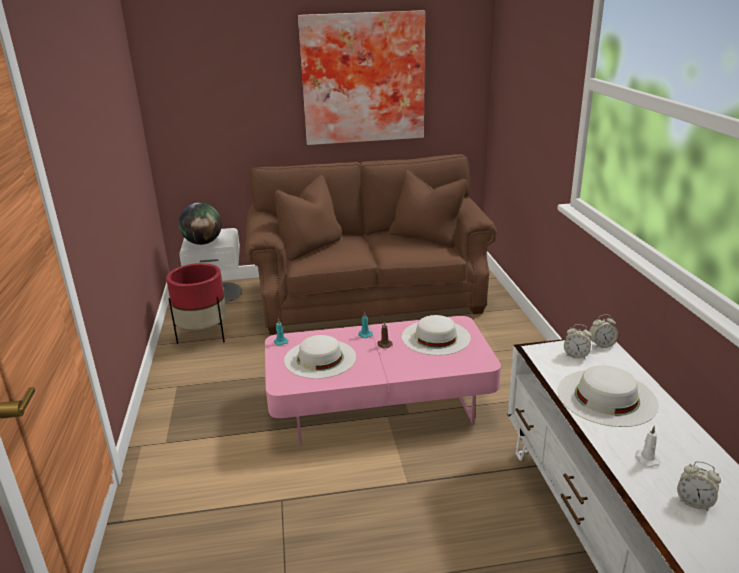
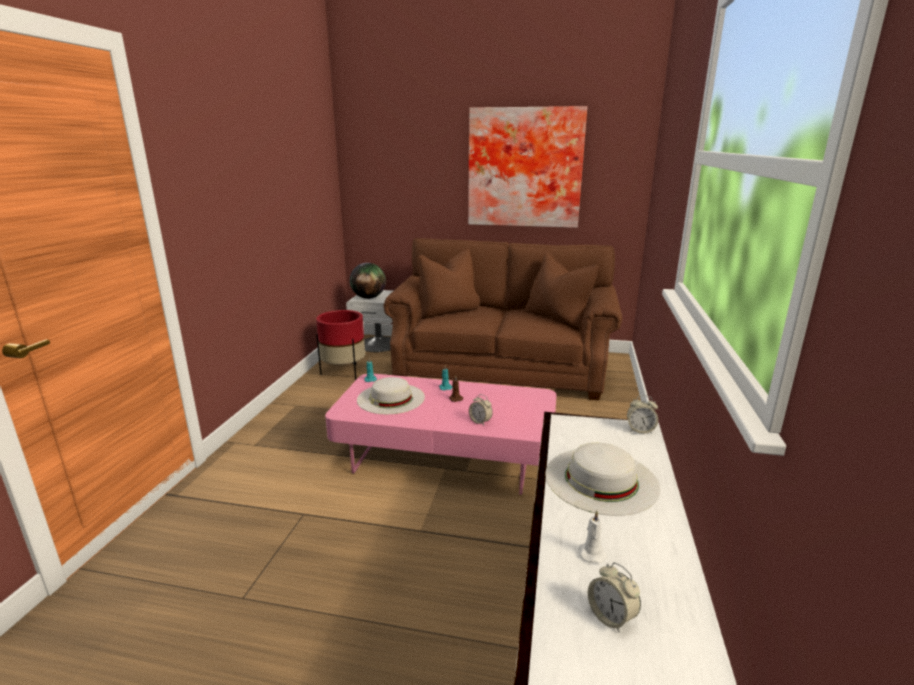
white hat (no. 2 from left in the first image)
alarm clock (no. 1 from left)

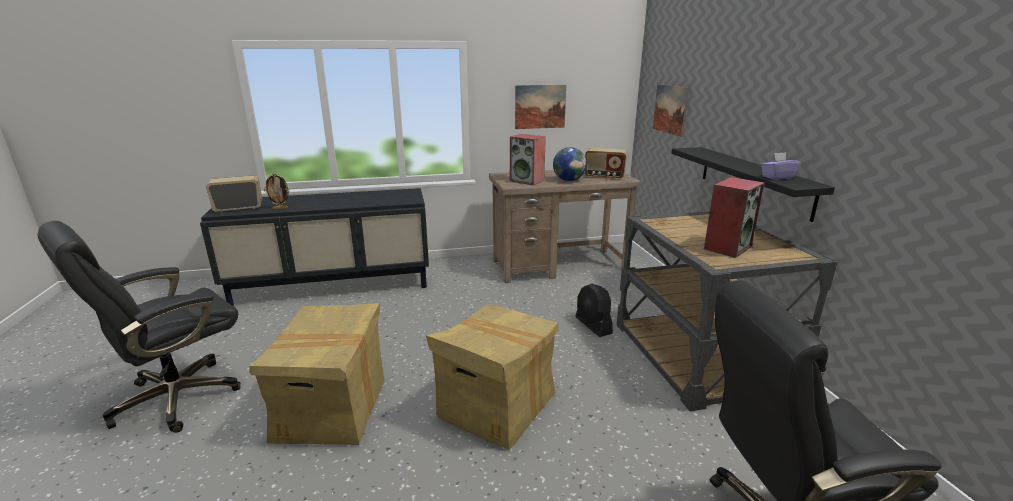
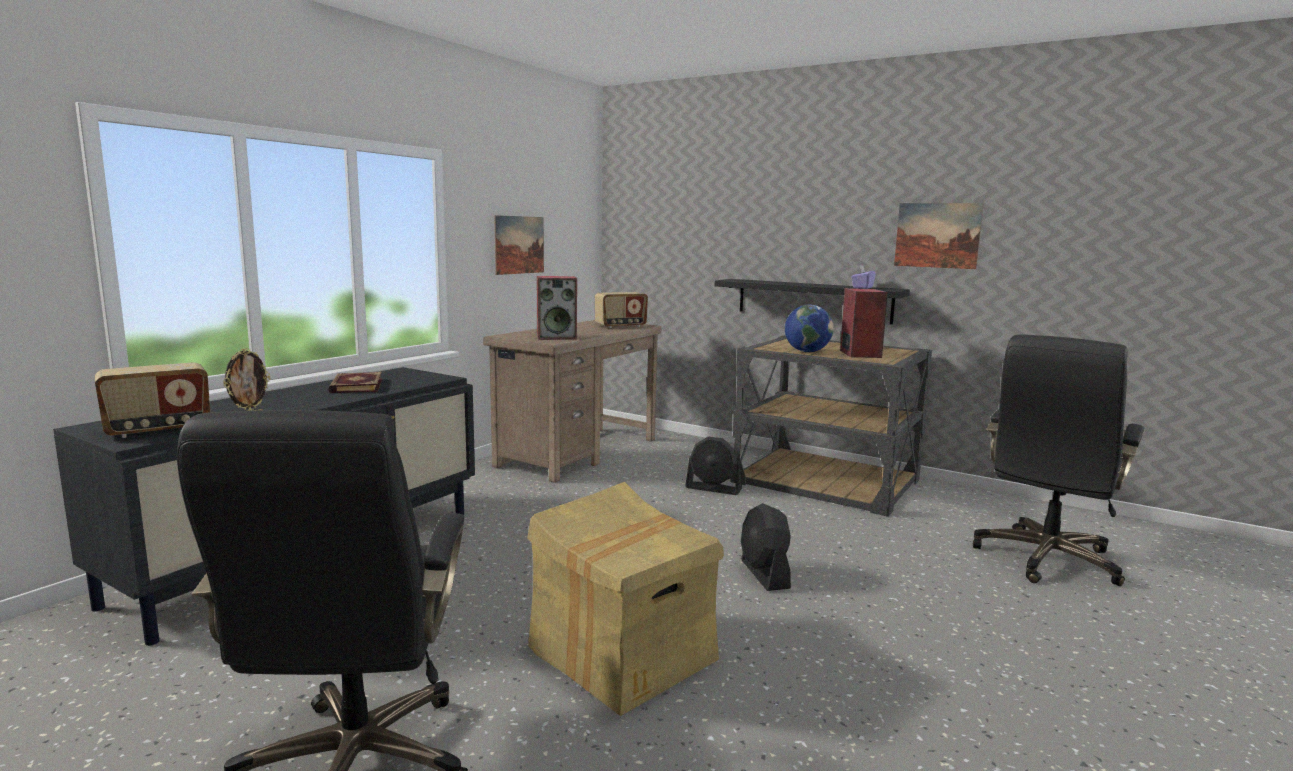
book
globe
picture (no. 2 from left)
black fan (no. 2 from left)
radio (no. 1 from left)

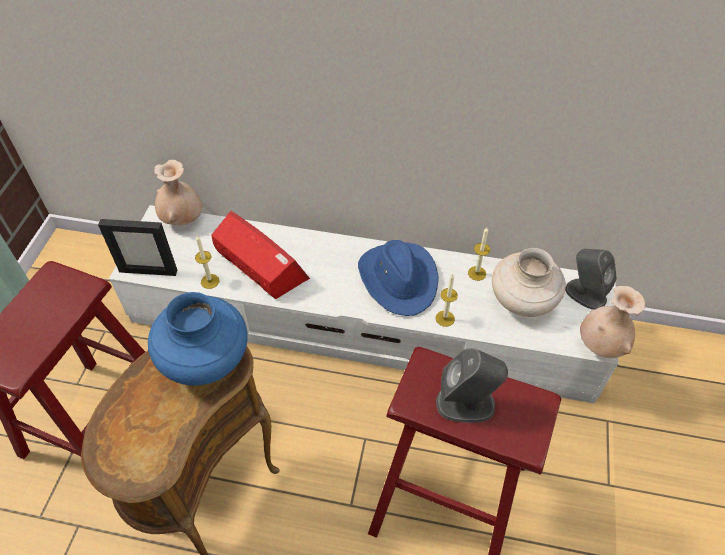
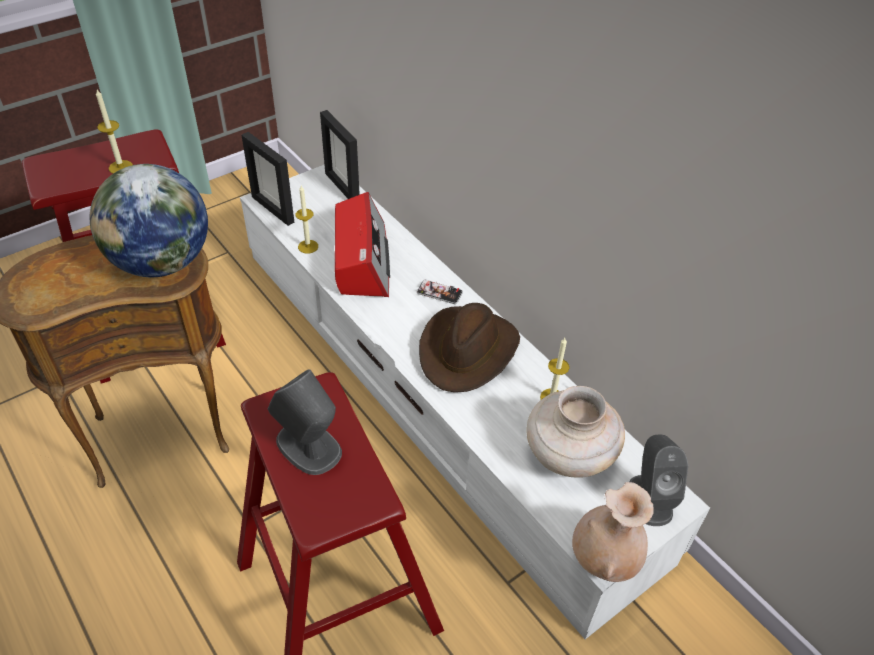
phone
candle (no. 1 from left)
globe
picture frame (no. 2 from left)
brown hat

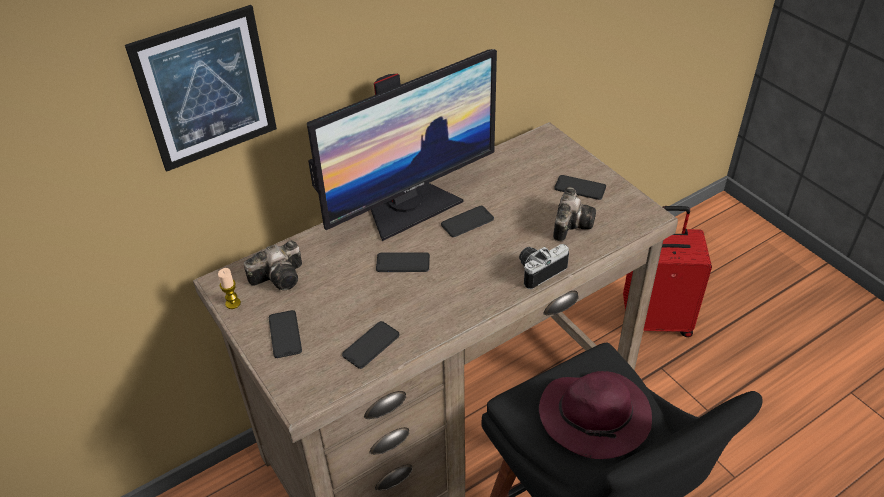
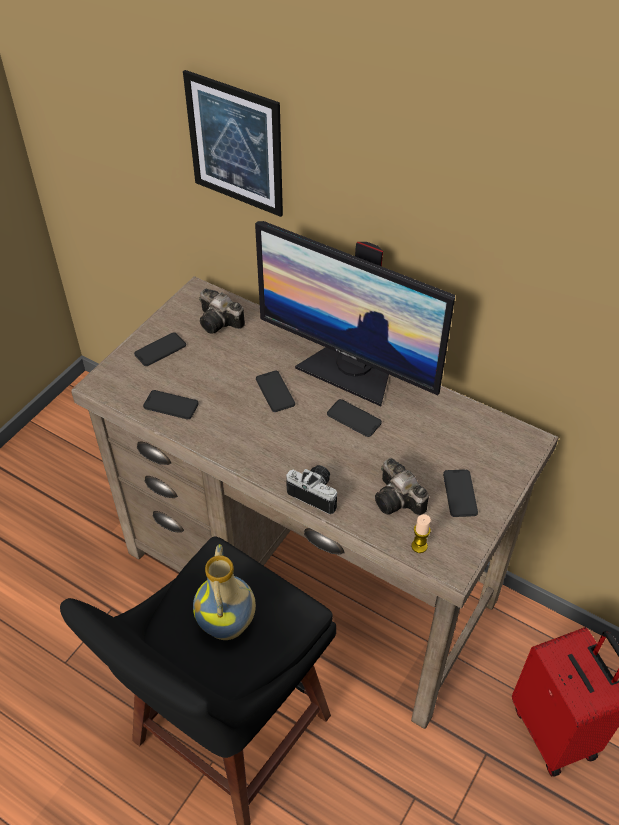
candle
vase
photo camera (no. 3 from left)

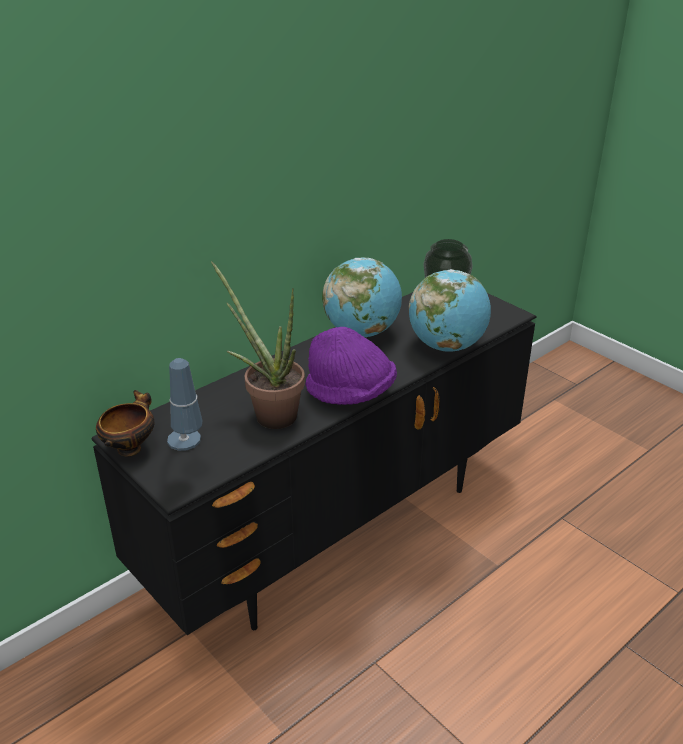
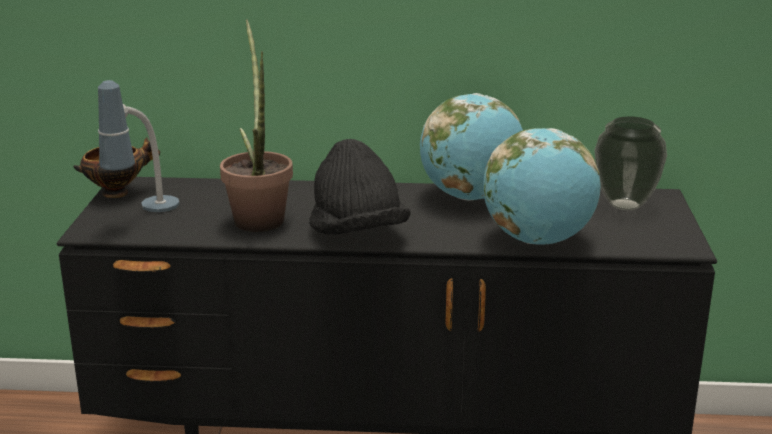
black hat

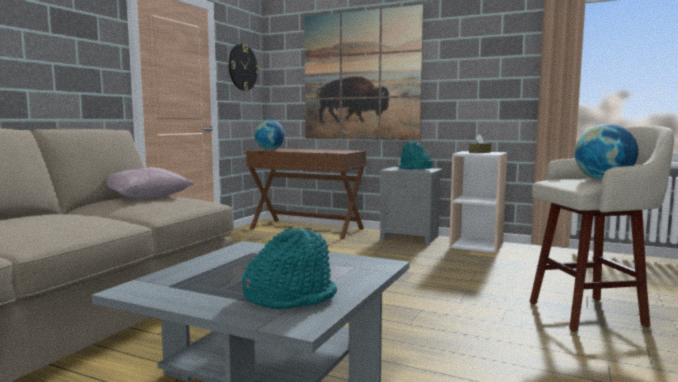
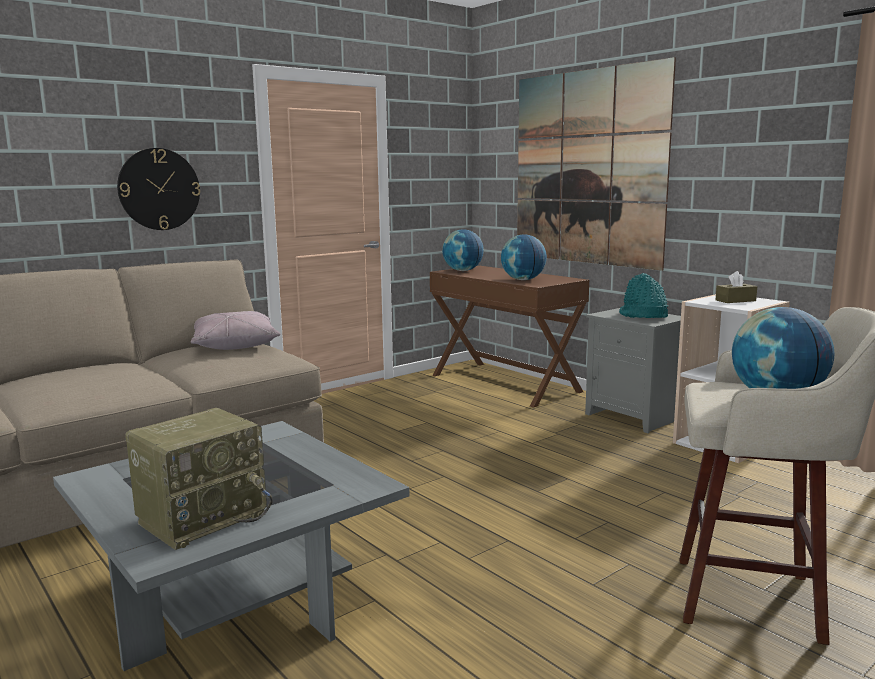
globe (no. 2 from left)
wall clock
radio

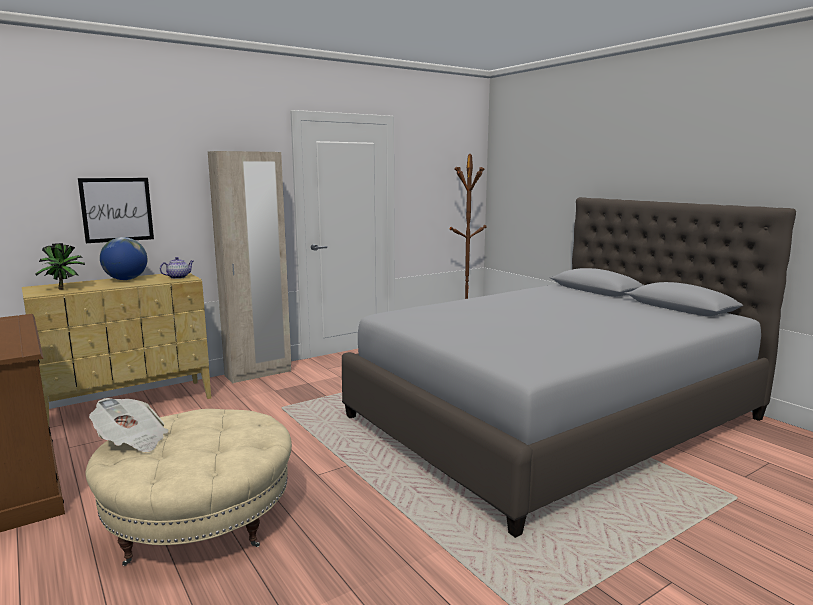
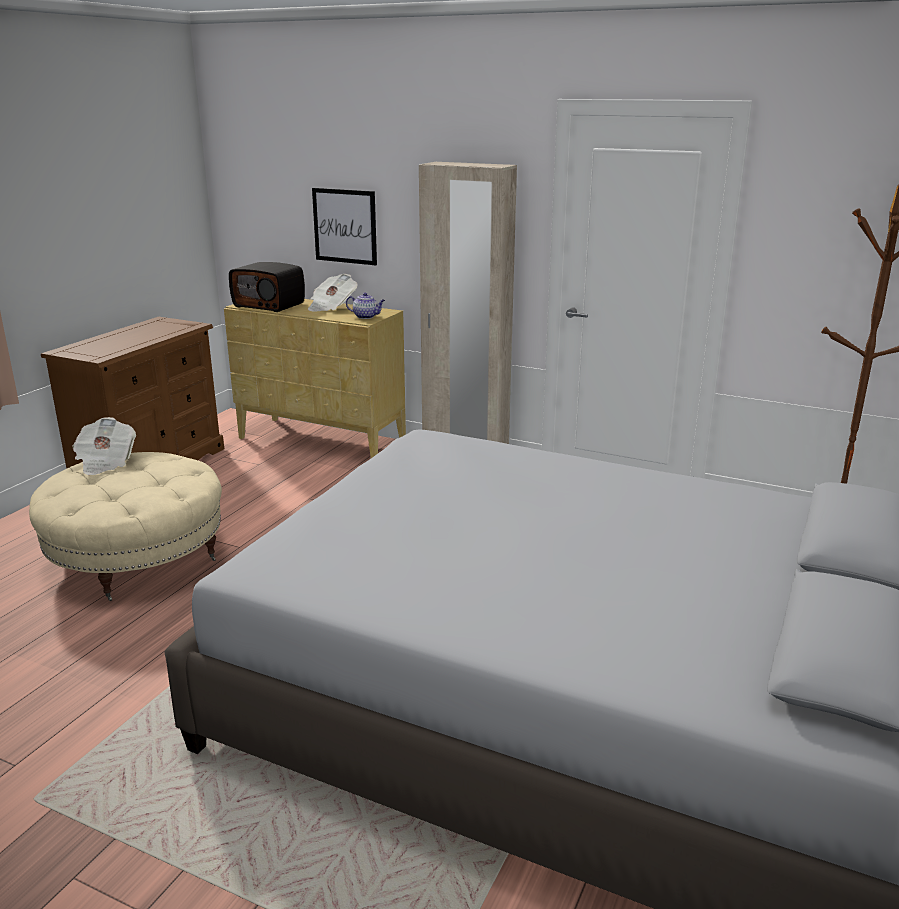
radio
newspaper (no. 2 from left)

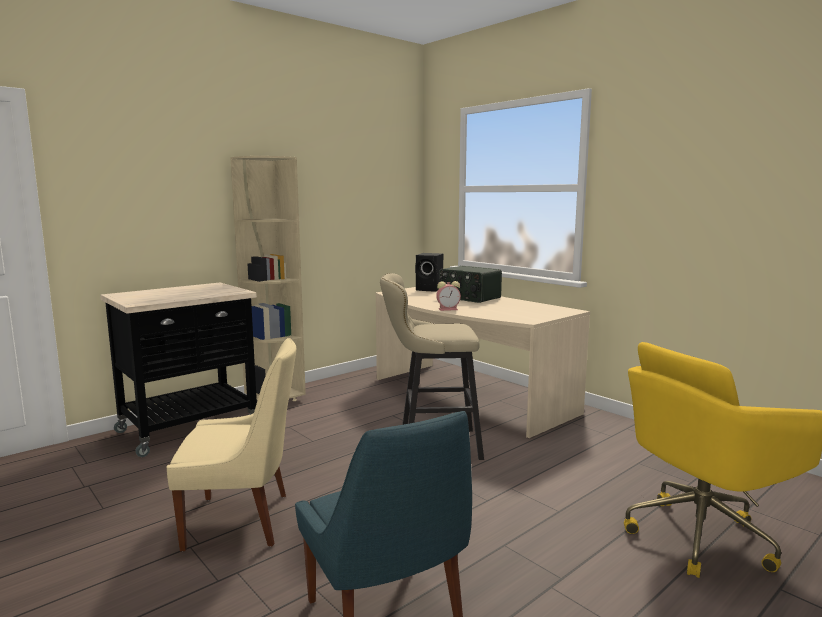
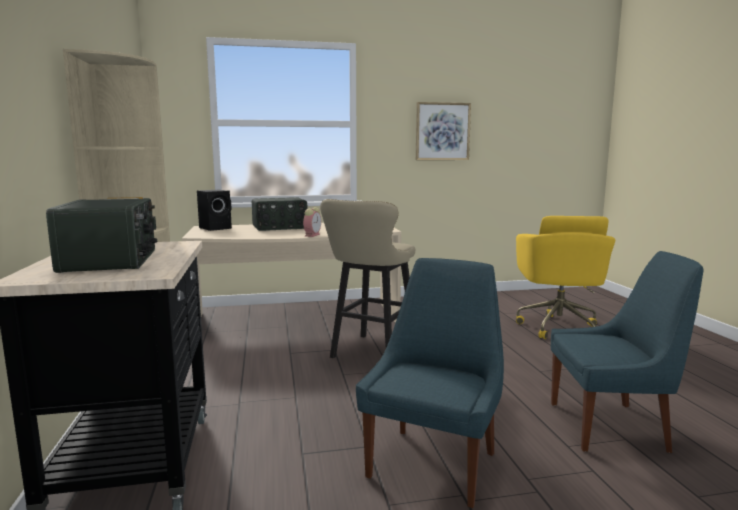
radio (no. 1 from left)
picture
blue chair (no. 1 from left)

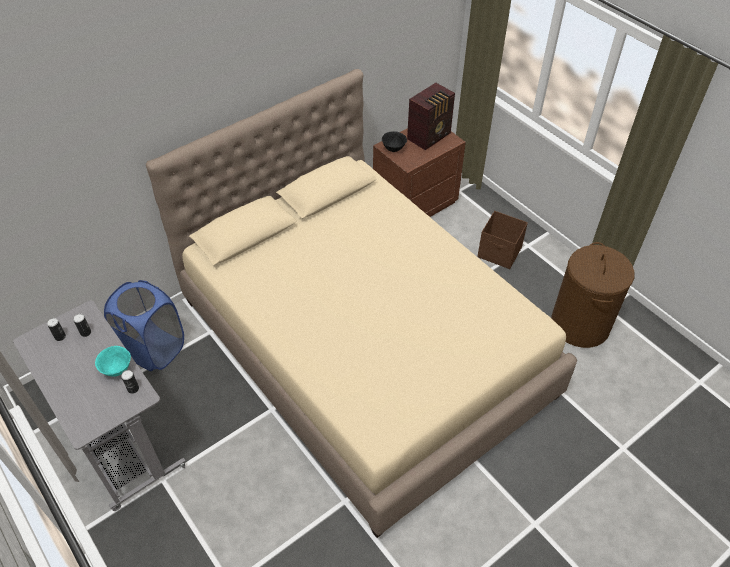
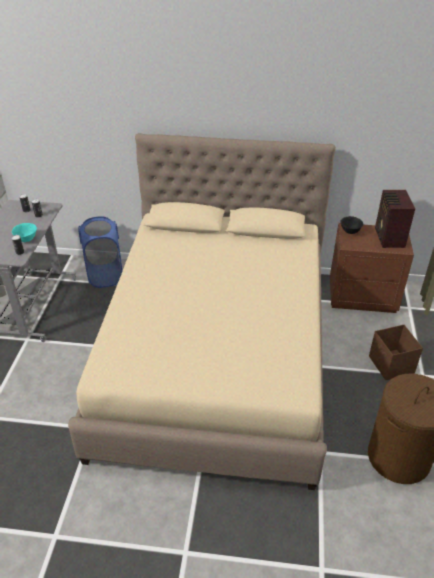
radio

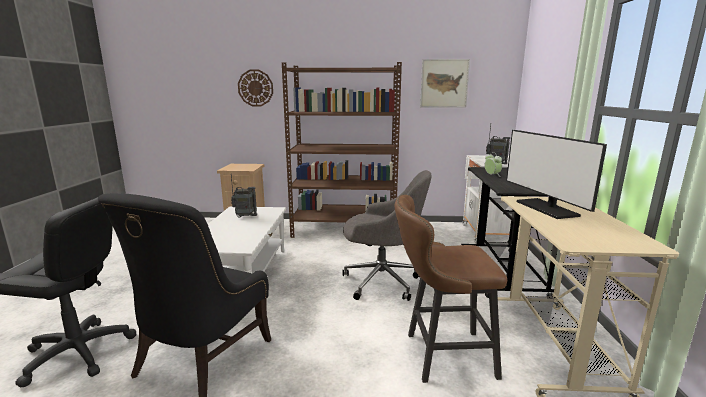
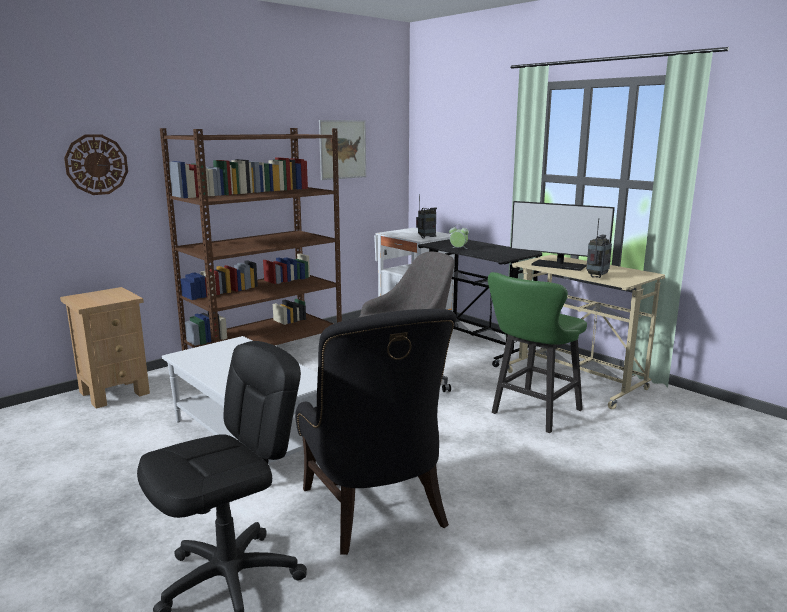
radio (no. 2 from left)
green stool

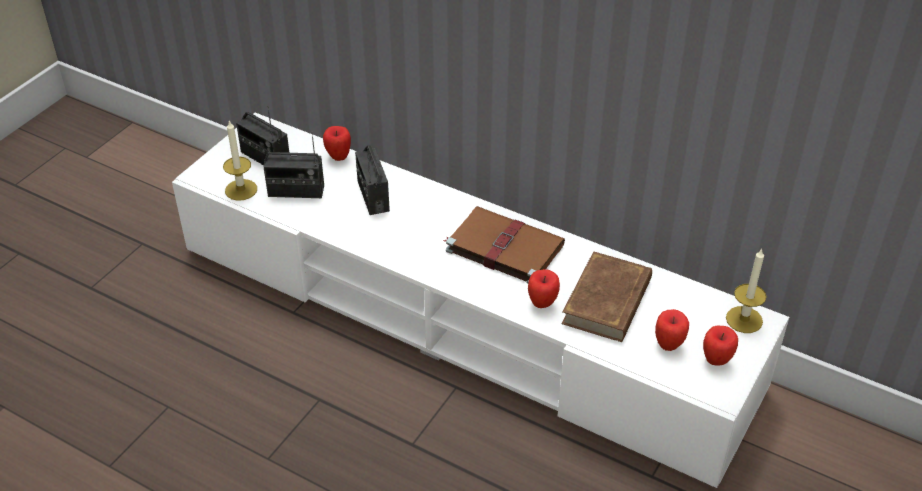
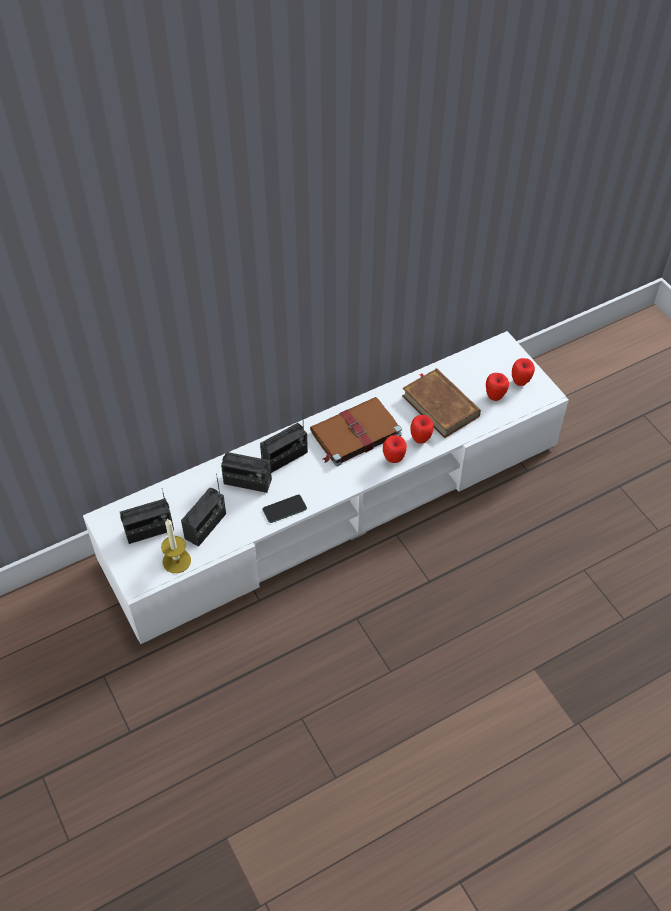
candle (no. 2 from left in the first image)
radio (no. 4 from left)
phone
apple (no. 1 from left)

